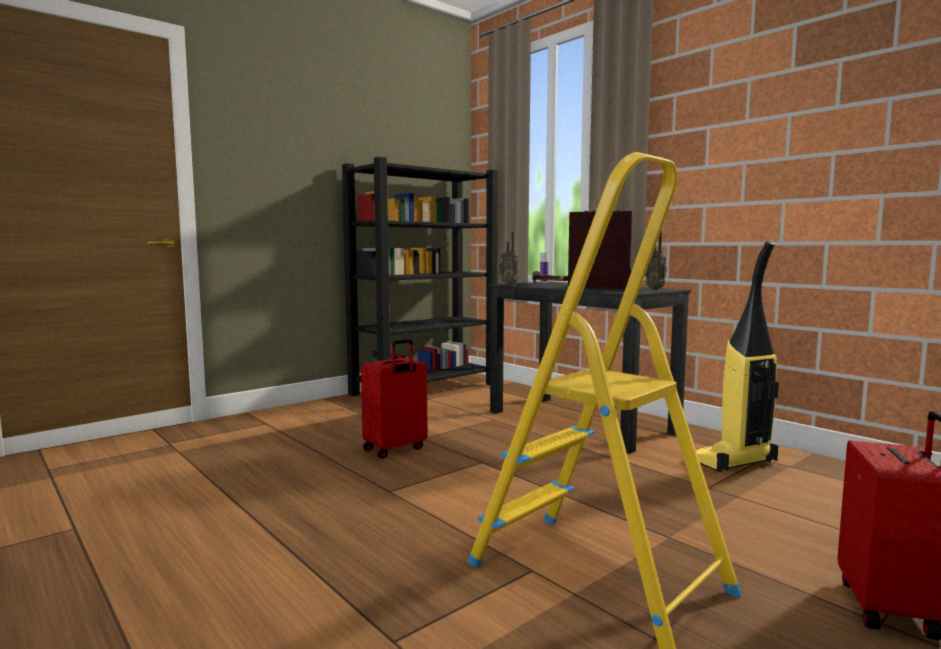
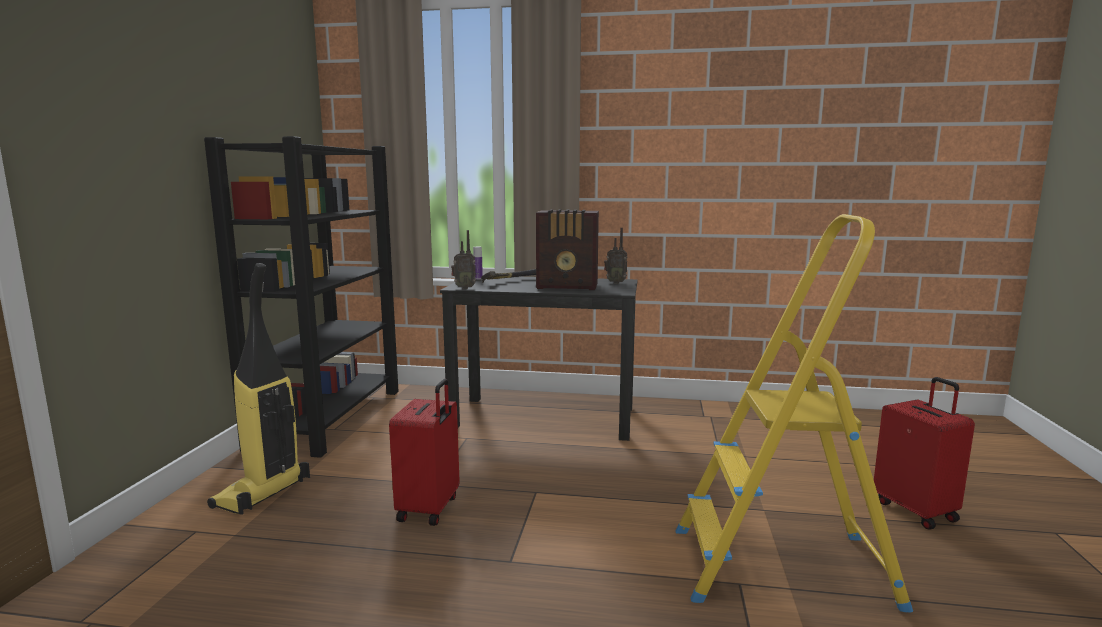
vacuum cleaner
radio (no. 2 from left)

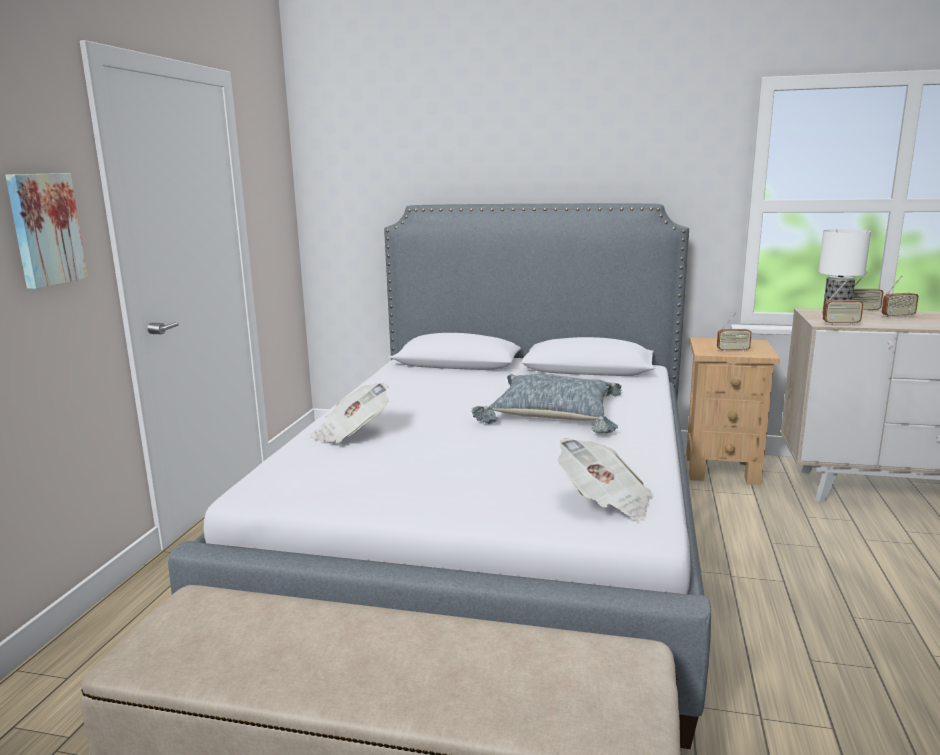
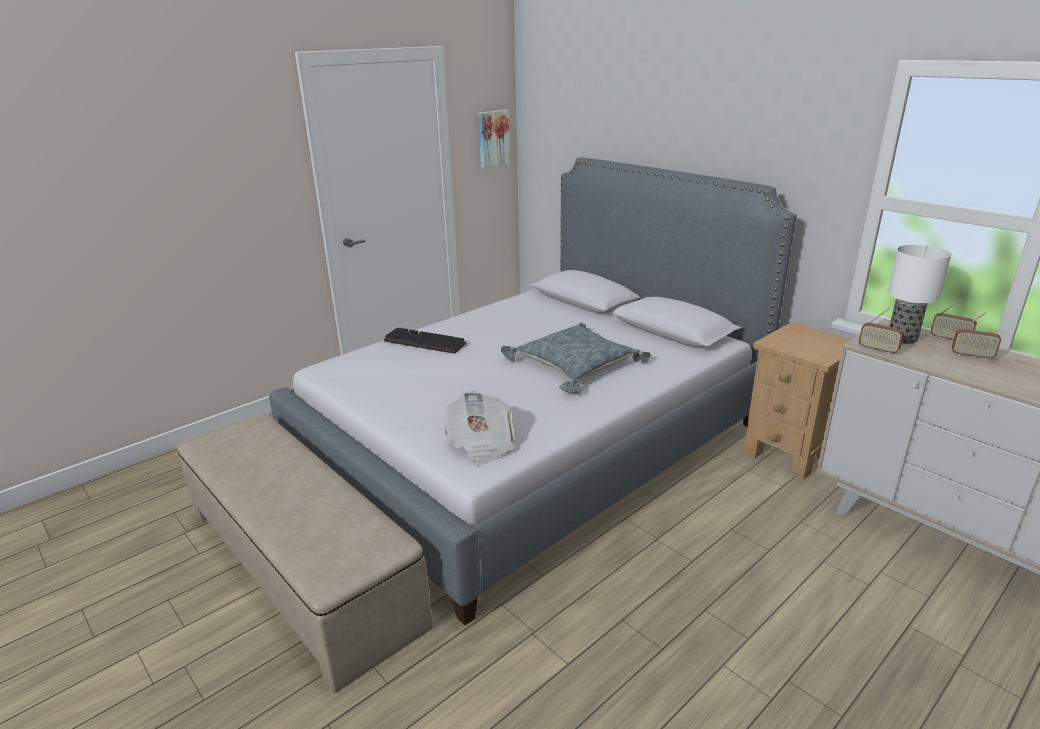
radio (no. 1 from left in the first image)
picture
keyboard

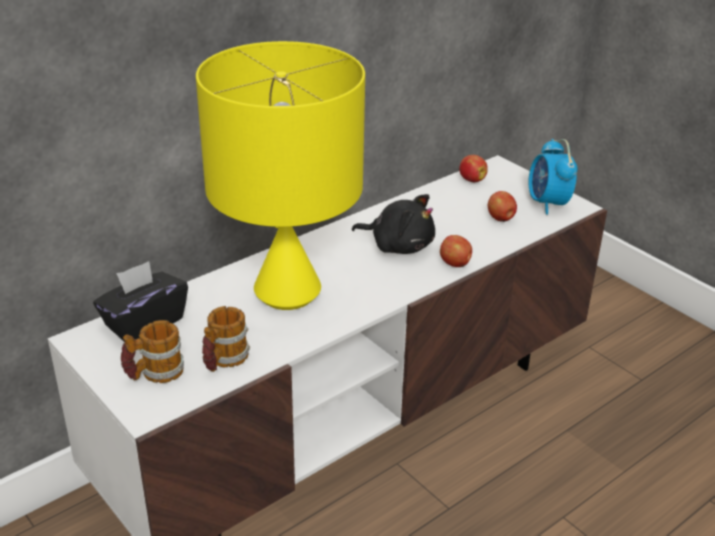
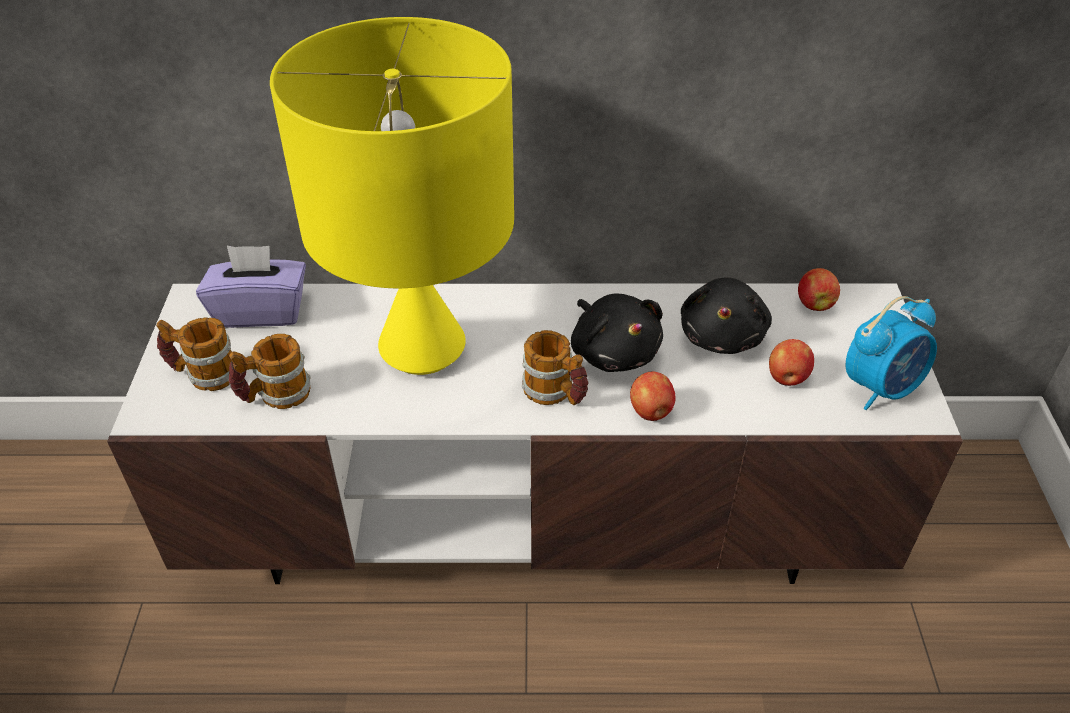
mug (no. 3 from left)
black plush toy (no. 2 from left)
purple tissue box
alarm clock

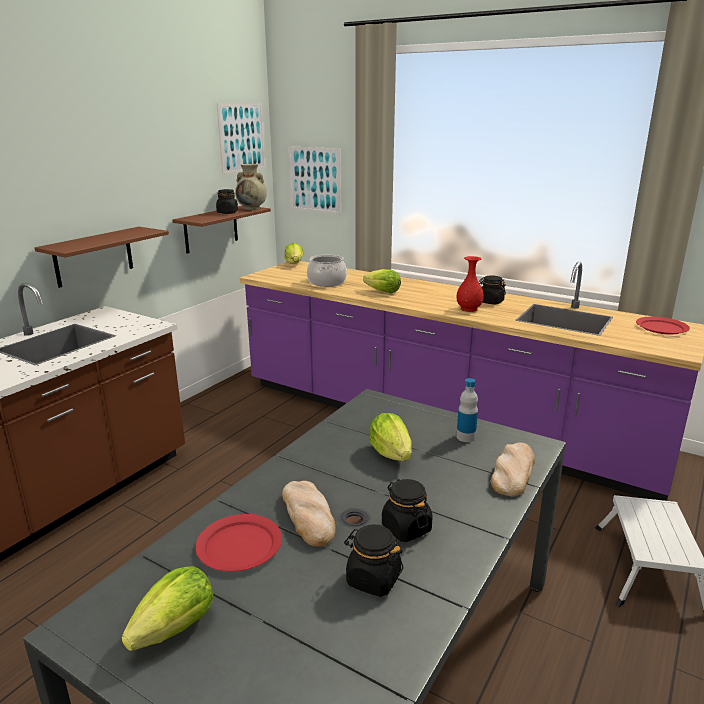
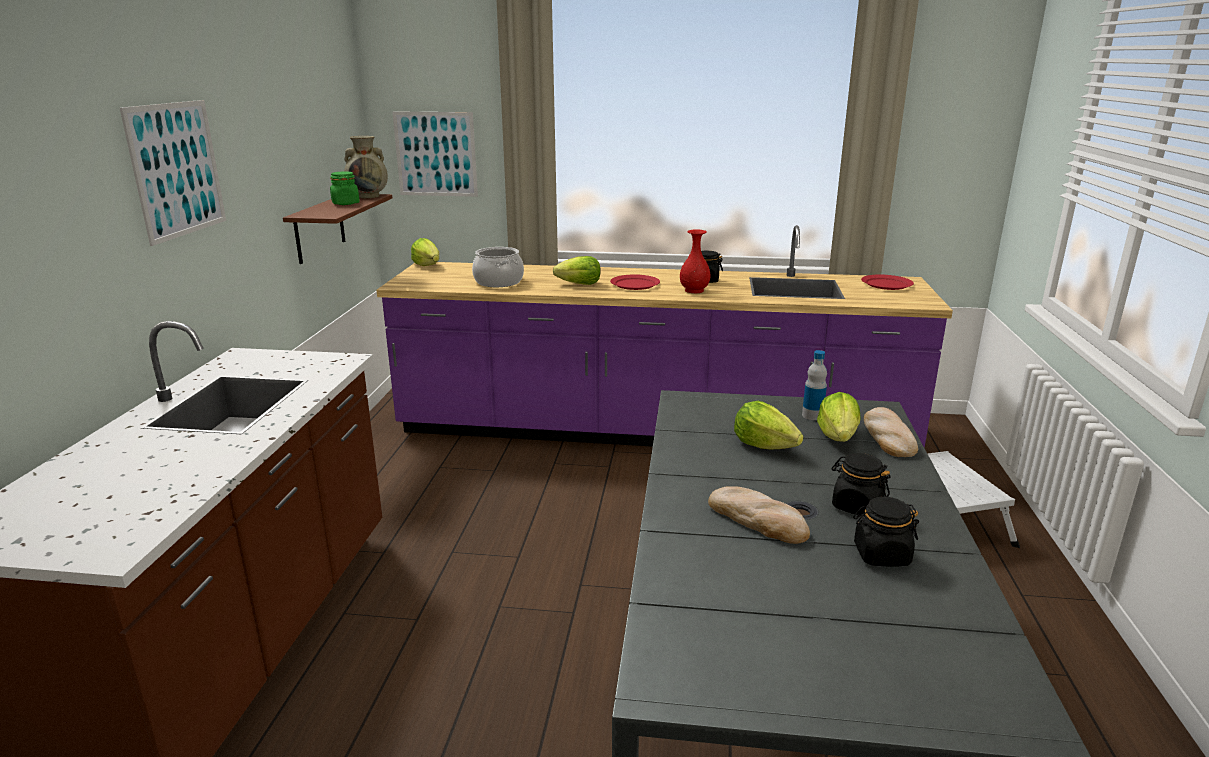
brown shelf (no. 1 from left in the first image)
lettuce (no. 4 from left)
red plate (no. 1 from left)
picture (no. 1 from left)
green jar

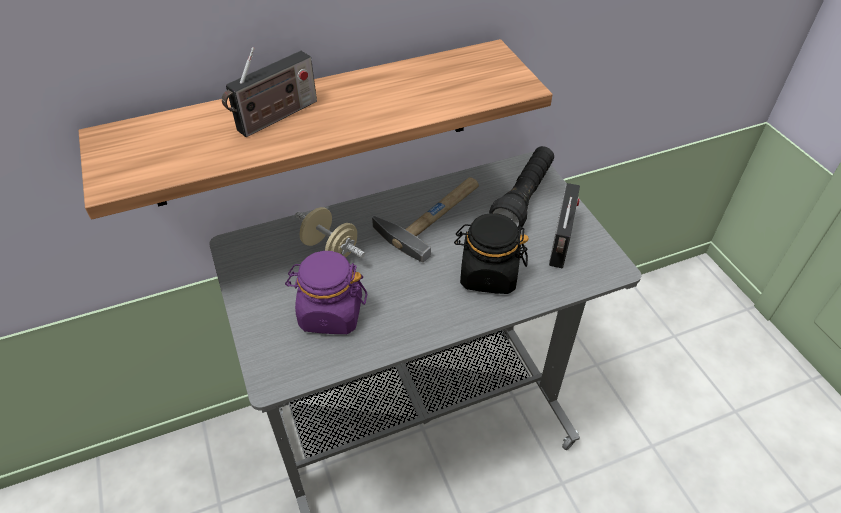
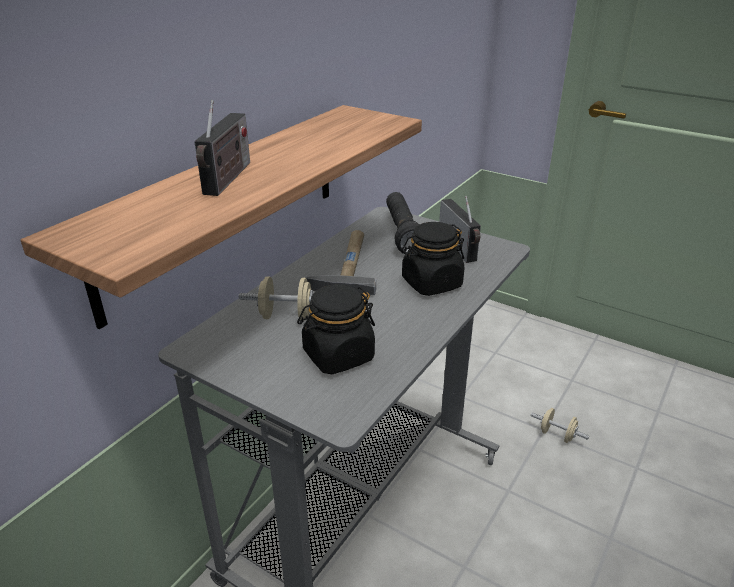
beige dumbbell (no. 2 from left)
black jar (no. 1 from left)

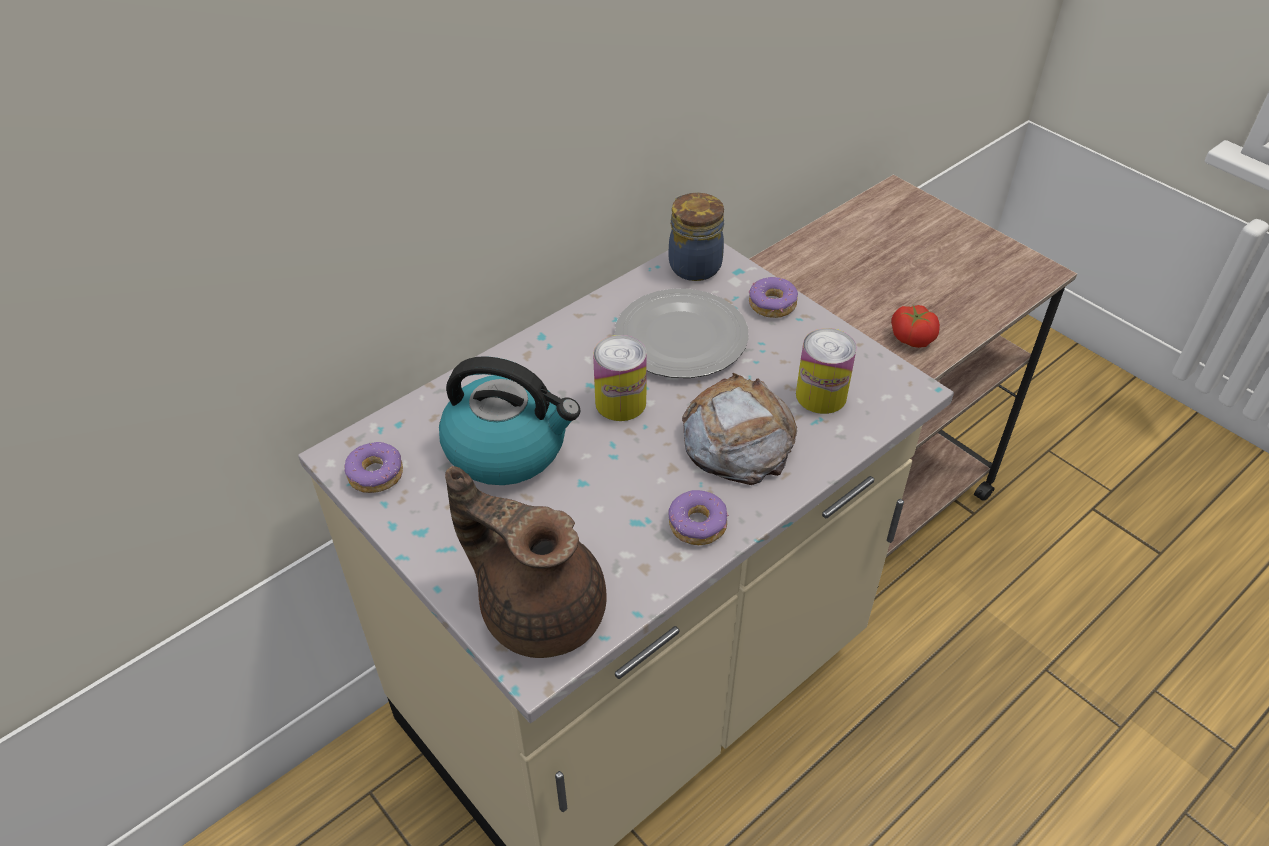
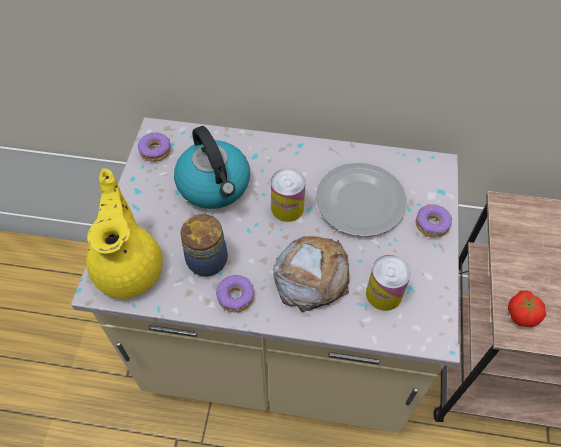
jar
yellow teapot

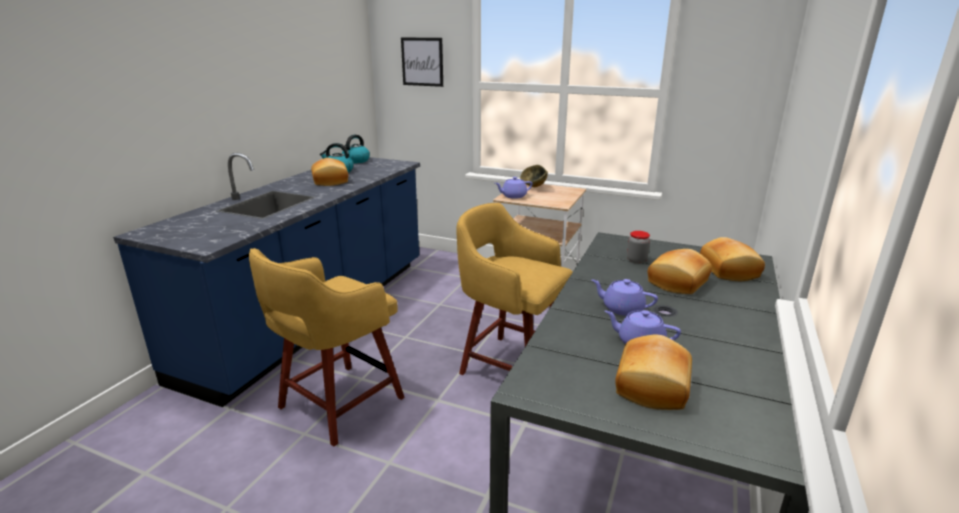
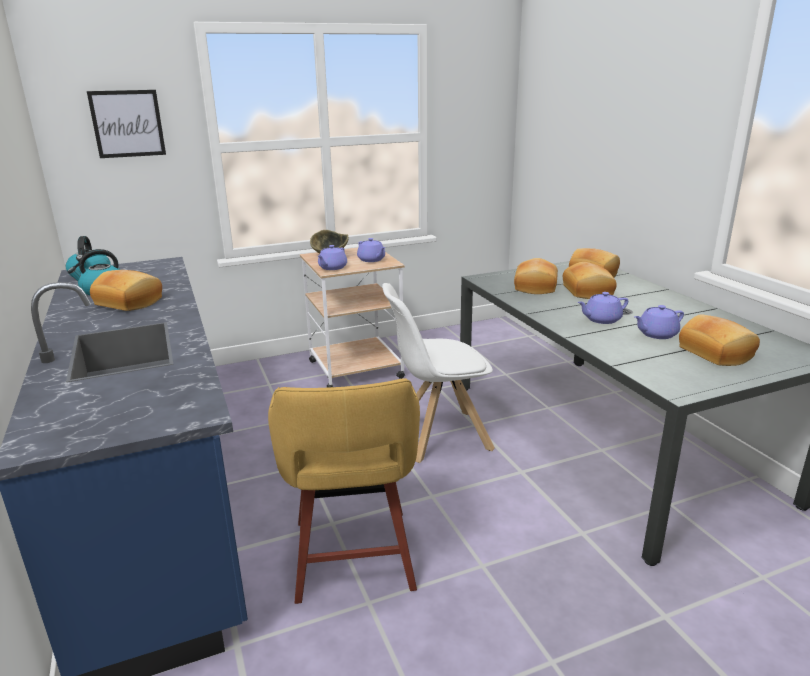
purple teapot (no. 2 from left)
white chair
bread (no. 2 from left)

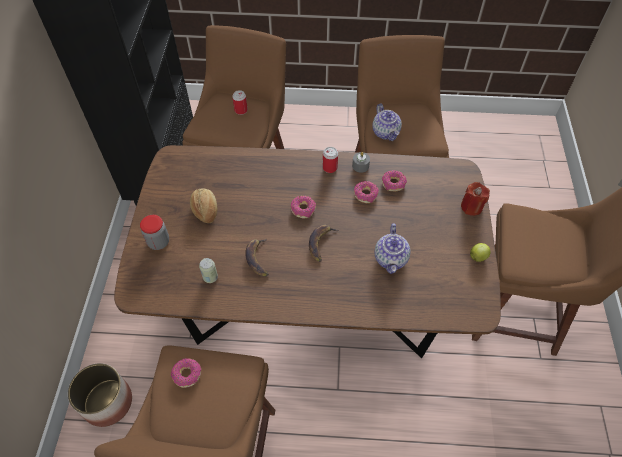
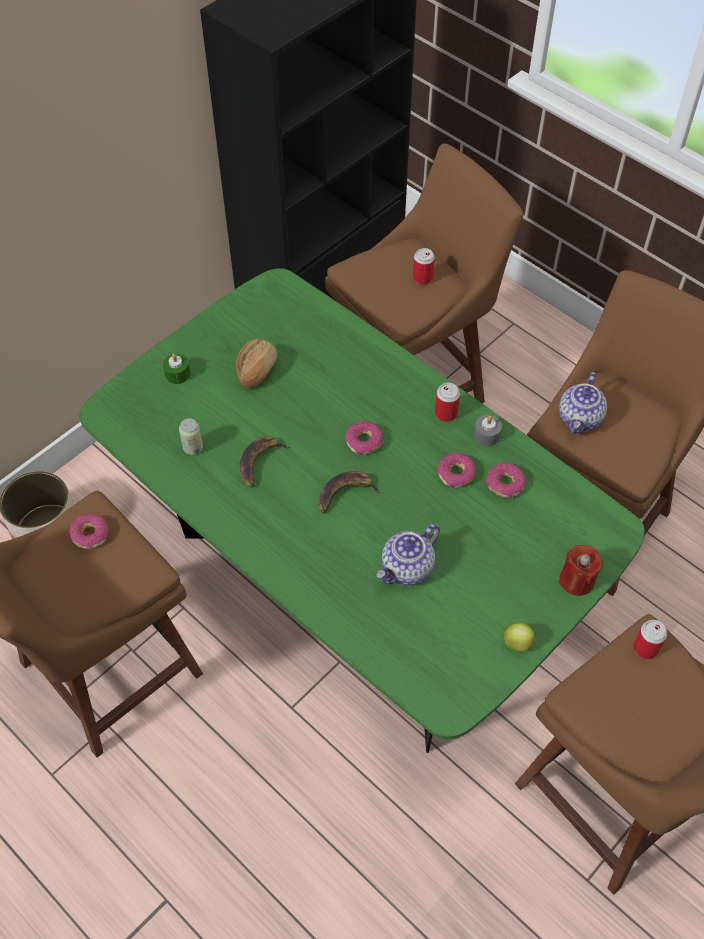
can (no. 4 from left)
green candle
green dining table

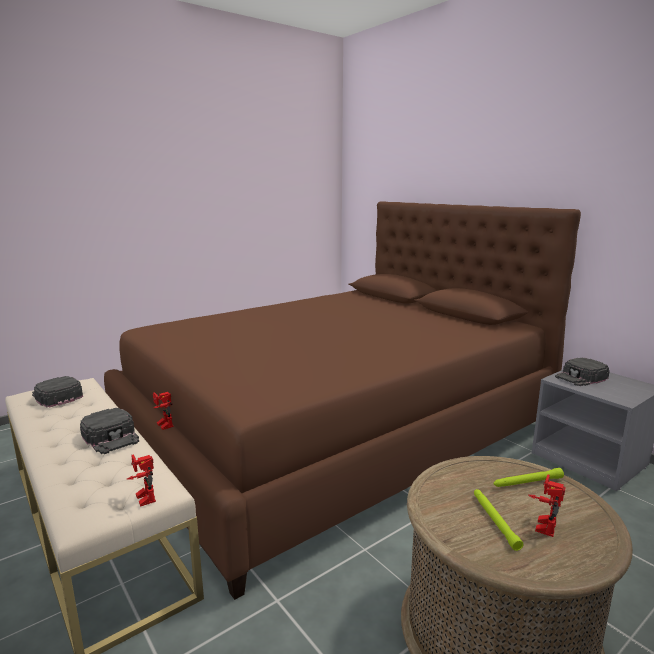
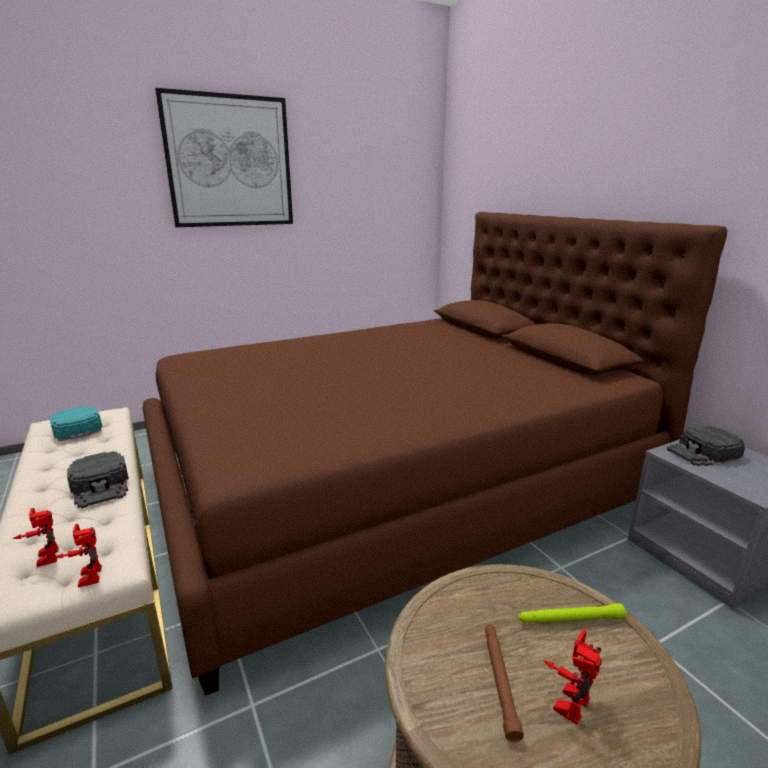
picture
toy robot (no. 1 from left)
turquoise cap
brown flashlight

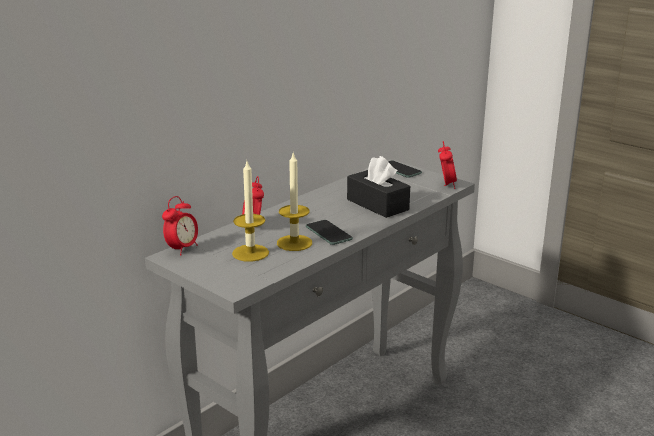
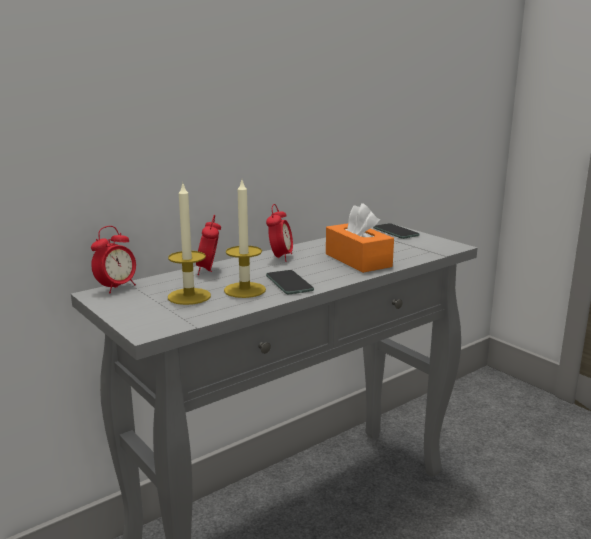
alarm clock (no. 3 from left)
orange tissue box

